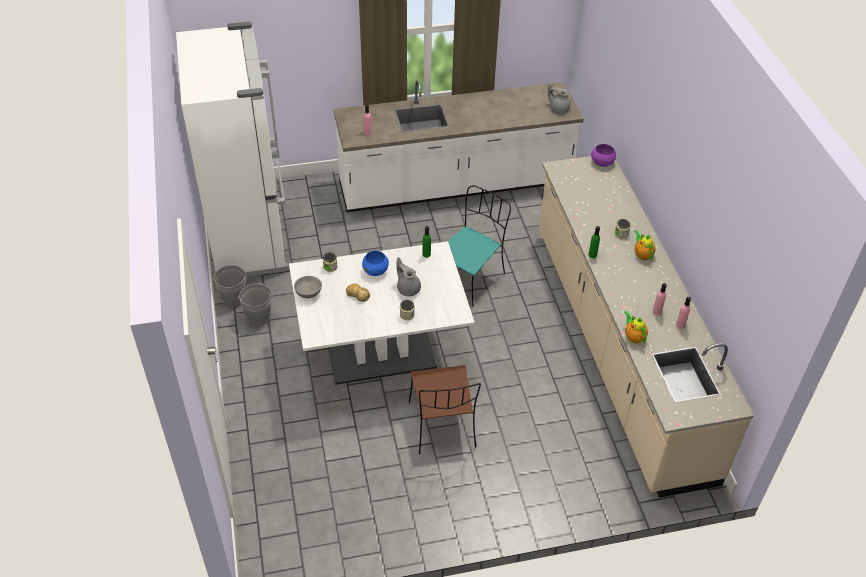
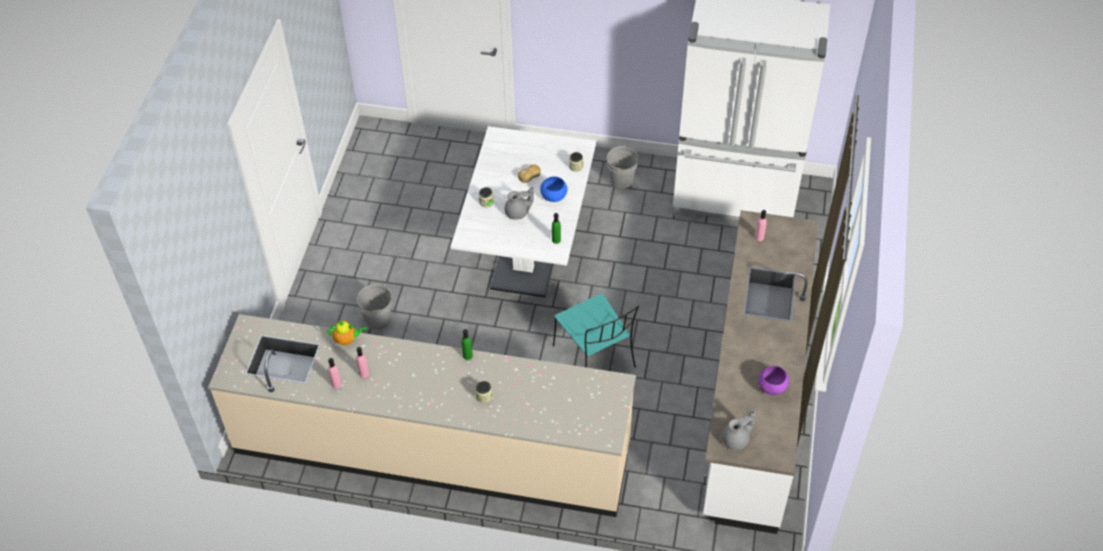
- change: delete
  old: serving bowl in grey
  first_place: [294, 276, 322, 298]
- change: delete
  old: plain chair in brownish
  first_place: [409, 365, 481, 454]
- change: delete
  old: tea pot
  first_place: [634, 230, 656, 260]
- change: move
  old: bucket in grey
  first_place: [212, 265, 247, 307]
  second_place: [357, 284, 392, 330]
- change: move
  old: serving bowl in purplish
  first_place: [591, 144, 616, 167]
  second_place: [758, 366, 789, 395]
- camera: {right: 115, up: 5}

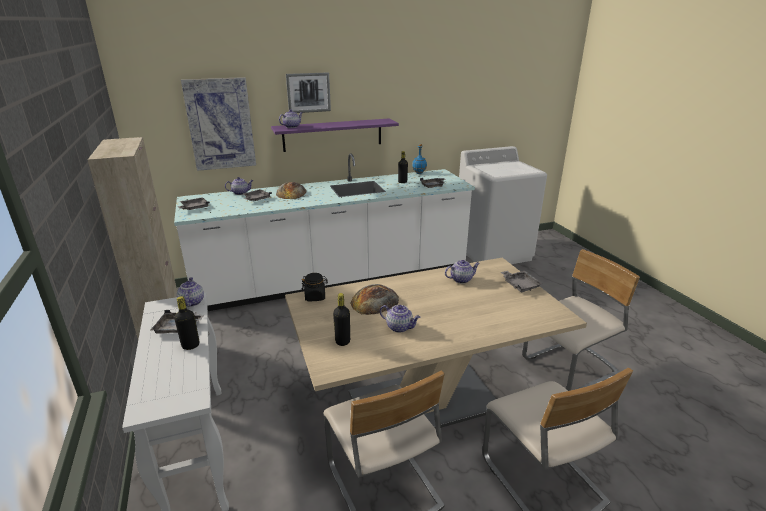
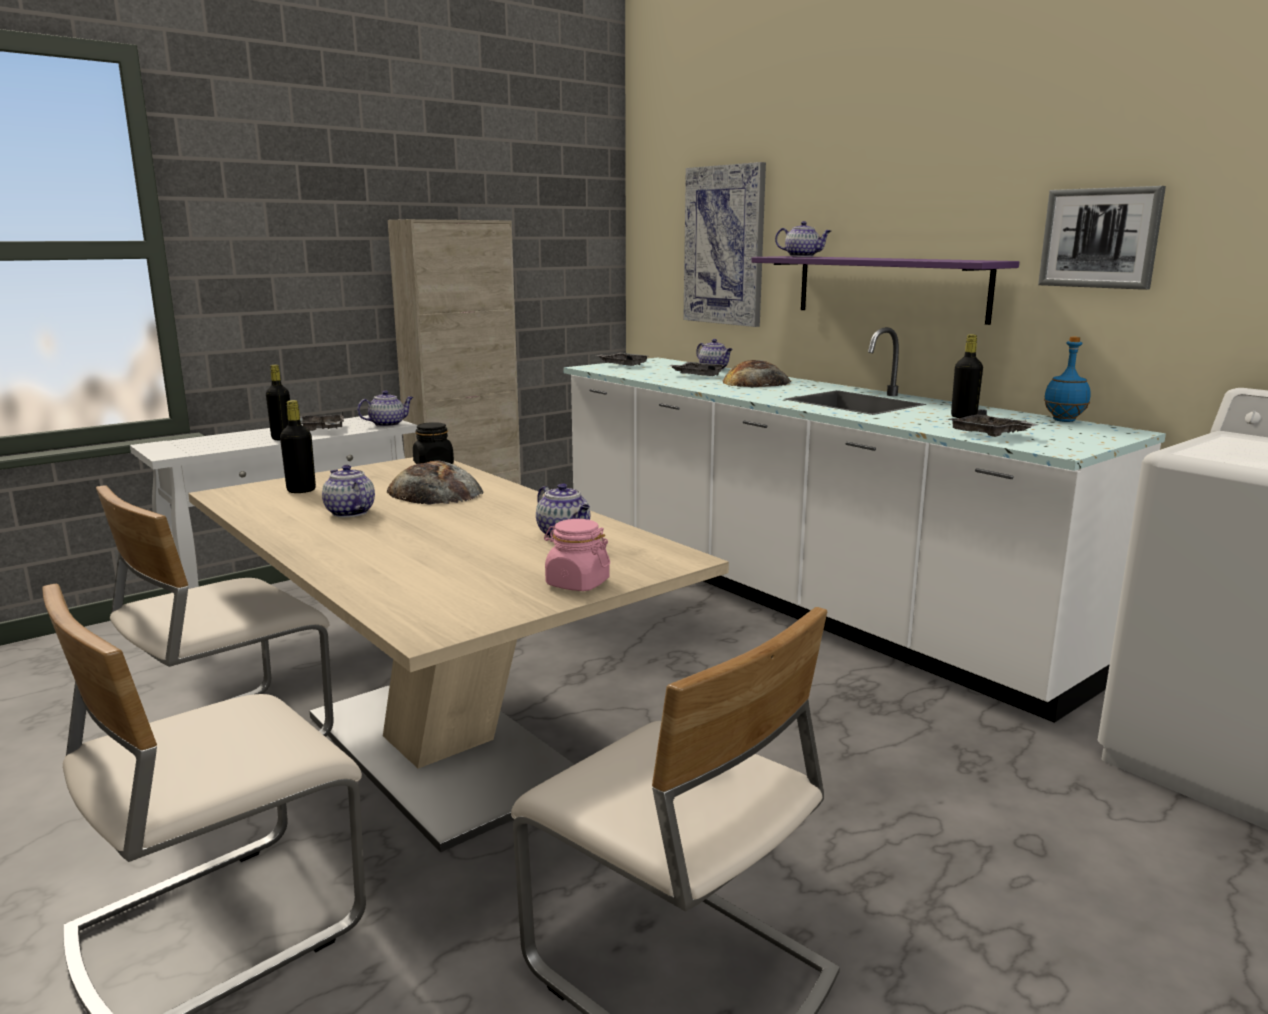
- change: move
  old: picture
  first_place: [286, 72, 331, 113]
  second_place: [1038, 186, 1166, 290]
- change: replace
  old: carrying tray in grey
  new: preserve jar in pinkish
  first_place: [501, 271, 543, 292]
  second_place: [544, 519, 610, 591]
- change: rotate
  old: tea pot
  first_place: [380, 305, 420, 333]
  second_place: [322, 465, 375, 517]
  degrees: 135
- camera: {right: 70, up: -10}

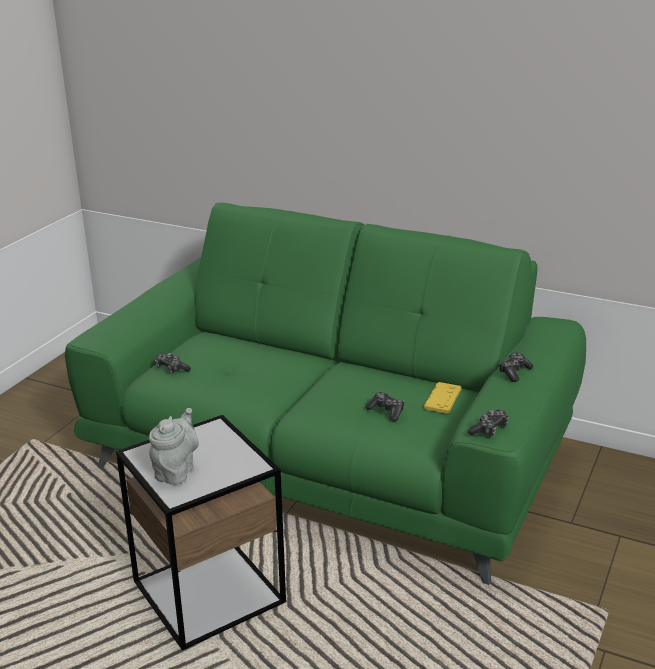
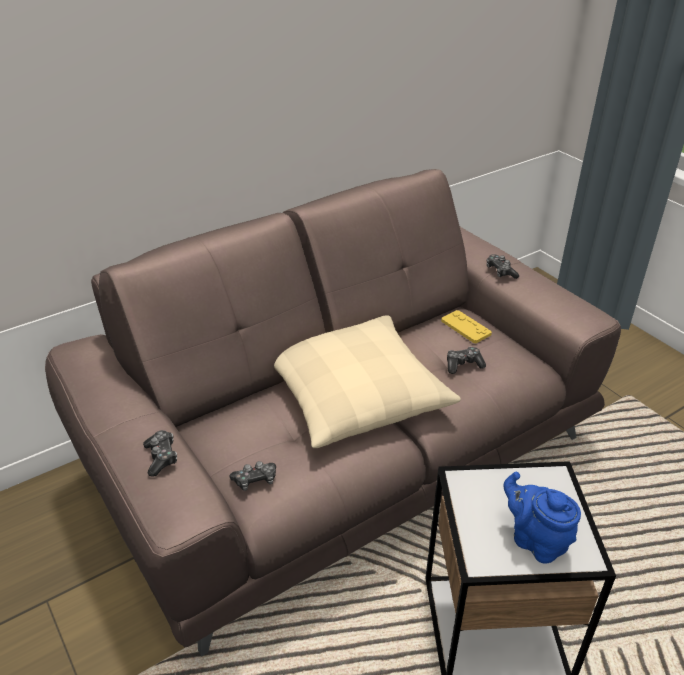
- change: insert
  new: throw pillow in sand-coloured
  second_place: [274, 315, 461, 448]
- change: move
  old: game controller
  first_place: [467, 410, 509, 437]
  second_place: [143, 430, 177, 477]
- change: recolor
  old: settee in green-coloured
  new: settee in brownish
  first_place: [65, 203, 586, 585]
  second_place: [45, 169, 621, 657]
- change: recolor
  old: tea pot in grey
  new: tea pot in bluish
  first_place: [149, 408, 199, 485]
  second_place: [503, 472, 581, 564]
- camera: {right: -60, up: 10}

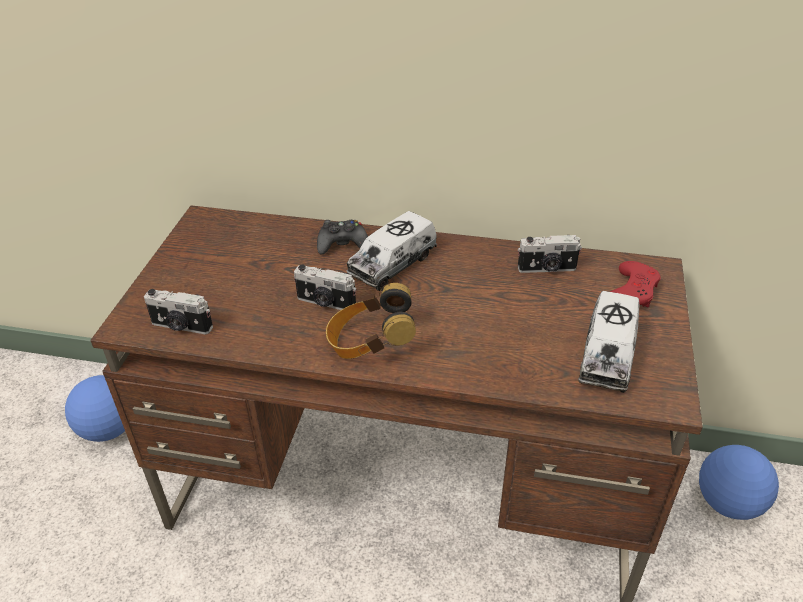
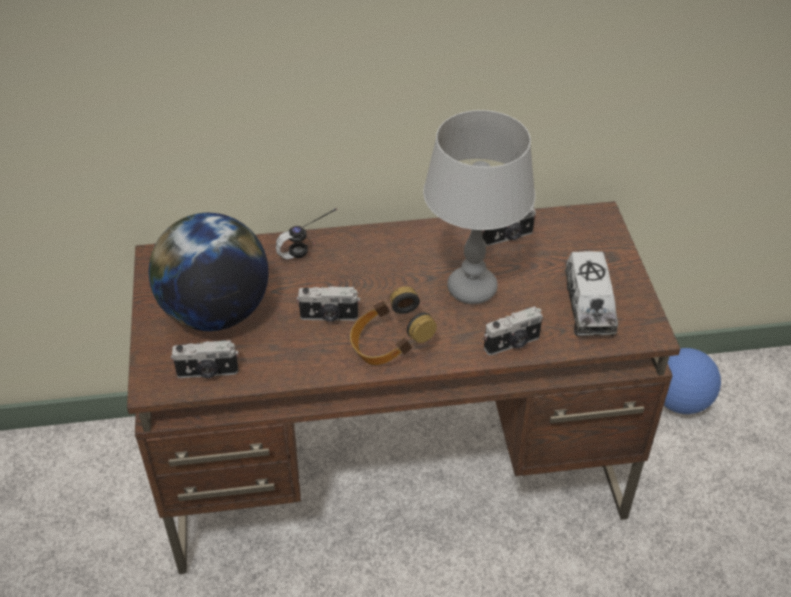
- change: delete
  old: football ball
  first_place: [65, 375, 125, 442]
- change: delete
  old: model truck
  first_place: [347, 211, 437, 291]
- change: delete
  old: game controller in red
  first_place: [610, 261, 661, 308]
- change: insert
  new: desk globe
  second_place: [149, 213, 269, 331]
- change: insert
  new: lamp for a table in grey
  second_place: [423, 110, 536, 304]
- change: insert
  new: photo camera
  second_place: [484, 306, 543, 355]
- change: replace
  old: game controller in blackish
  new: headphones
  first_place: [317, 220, 368, 254]
  second_place: [276, 208, 337, 260]
- camera: {right: -20, up: 5}

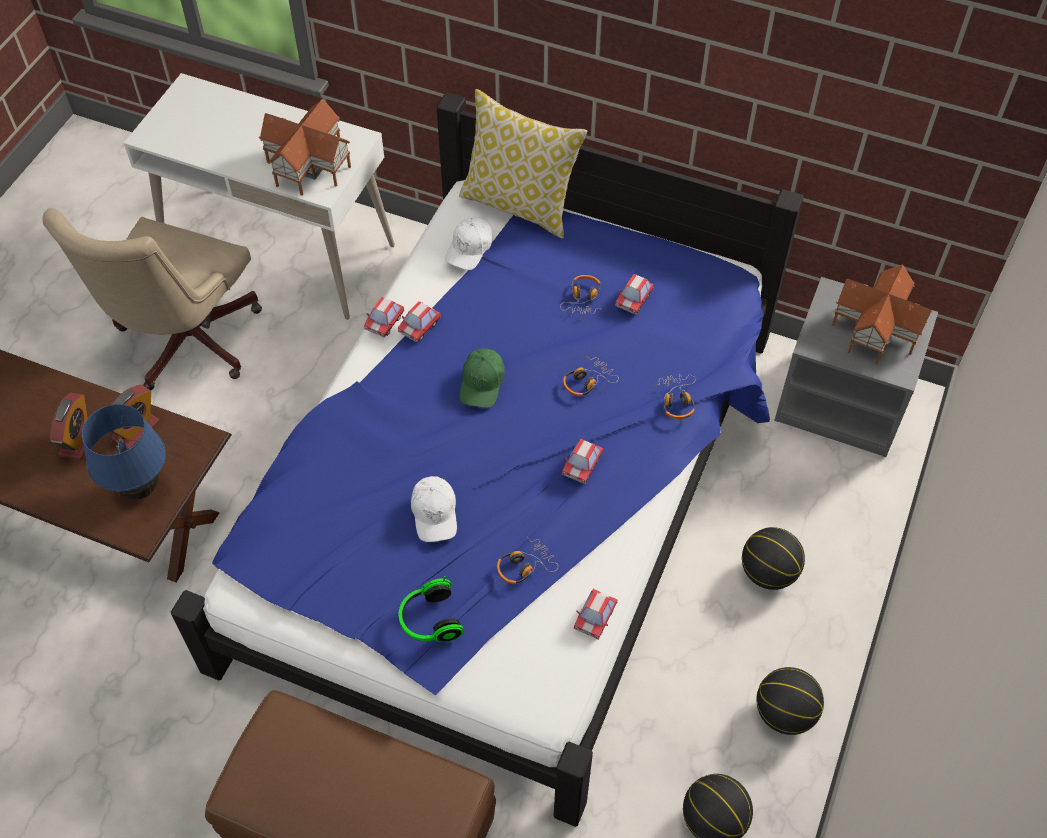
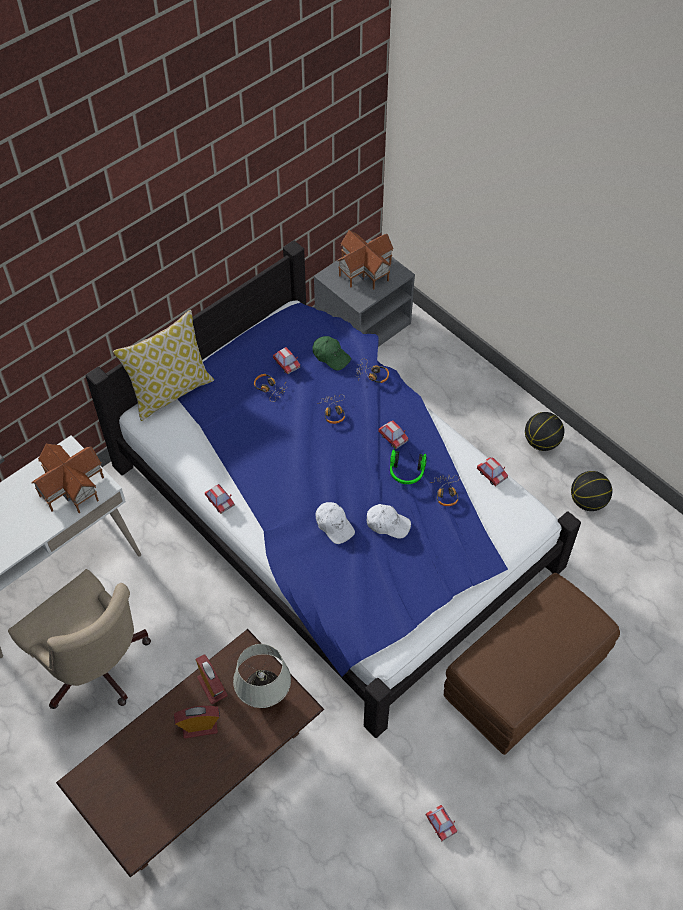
- change: delete
  old: basketball
  first_place: [742, 527, 805, 590]
- change: move
  old: model car
  first_place: [398, 301, 441, 342]
  second_place: [425, 805, 457, 842]
- change: move
  old: headphones
  first_place: [399, 576, 464, 642]
  second_place: [390, 447, 427, 484]
- change: move
  old: cap in whitish
  first_place: [445, 217, 493, 270]
  second_place: [316, 502, 355, 544]
- change: move
  old: cap in green-coloured
  first_place: [459, 348, 505, 408]
  second_place: [312, 336, 351, 371]
- change: recolor
  old: lamp for a table in bluish
  new: lamp for a table in whitish
  first_place: [82, 404, 166, 500]
  second_place: [233, 644, 291, 708]
- change: rotate
  old: bedside clock
  first_place: [49, 393, 88, 459]
  second_place: [174, 706, 220, 739]
  degrees: -45
- camera: {right: -65, up: 0}

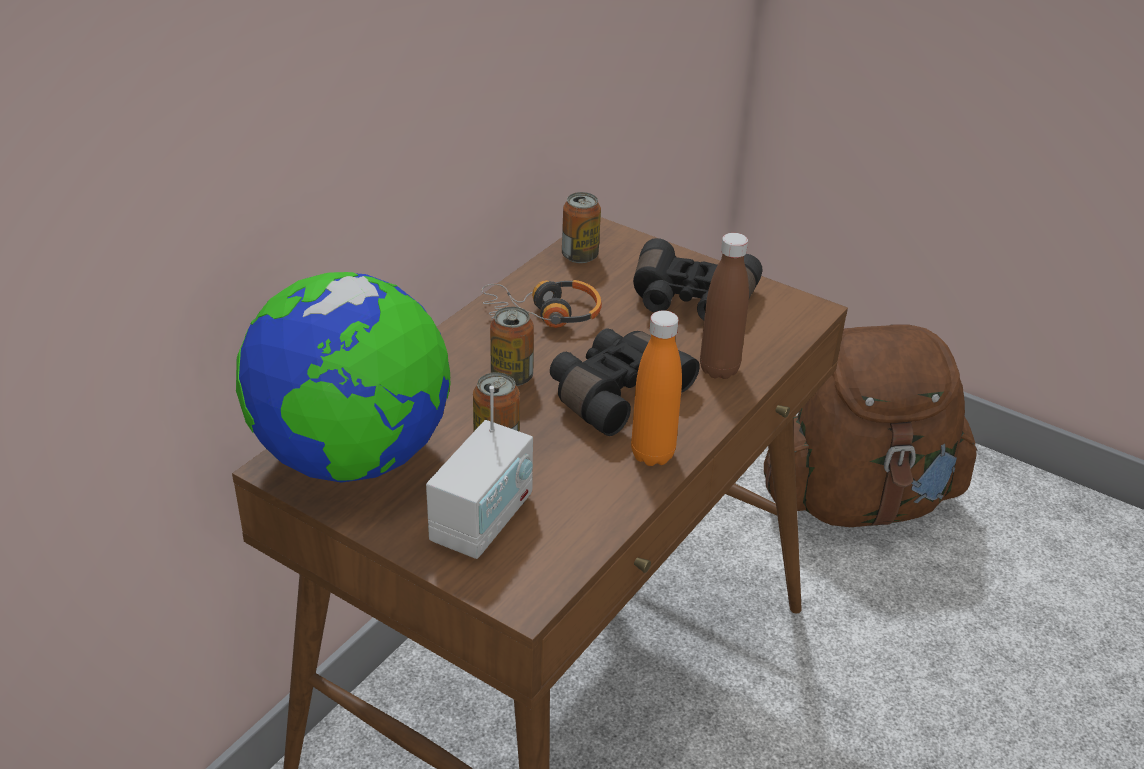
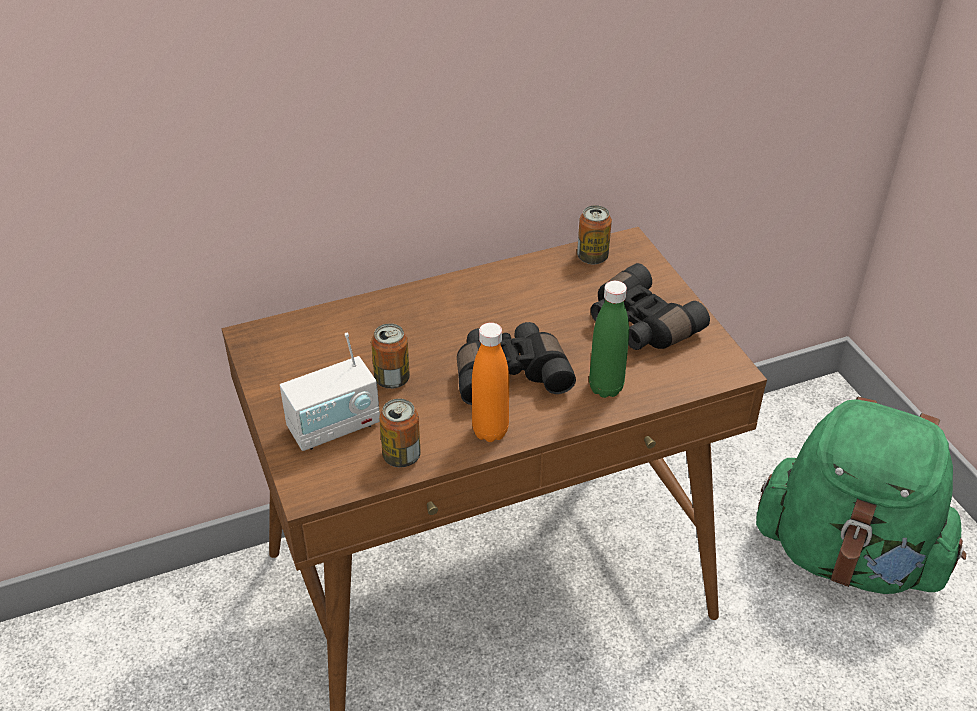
- change: delete
  old: desk globe
  first_place: [236, 272, 451, 483]
- change: delete
  old: headphones
  first_place: [481, 280, 602, 328]
- change: move
  old: sealed can
  first_place: [490, 307, 534, 386]
  second_place: [379, 399, 421, 467]
- change: recolor
  old: beverage bottle in brownish
  new: beverage bottle in green-coloured
  first_place: [700, 233, 749, 379]
  second_place: [589, 281, 629, 398]
- change: recolor
  old: knapsack in brownish
  new: knapsack in green-coloured
  first_place: [764, 324, 978, 527]
  second_place: [756, 397, 966, 594]
- camera: {right: 35, up: 5}

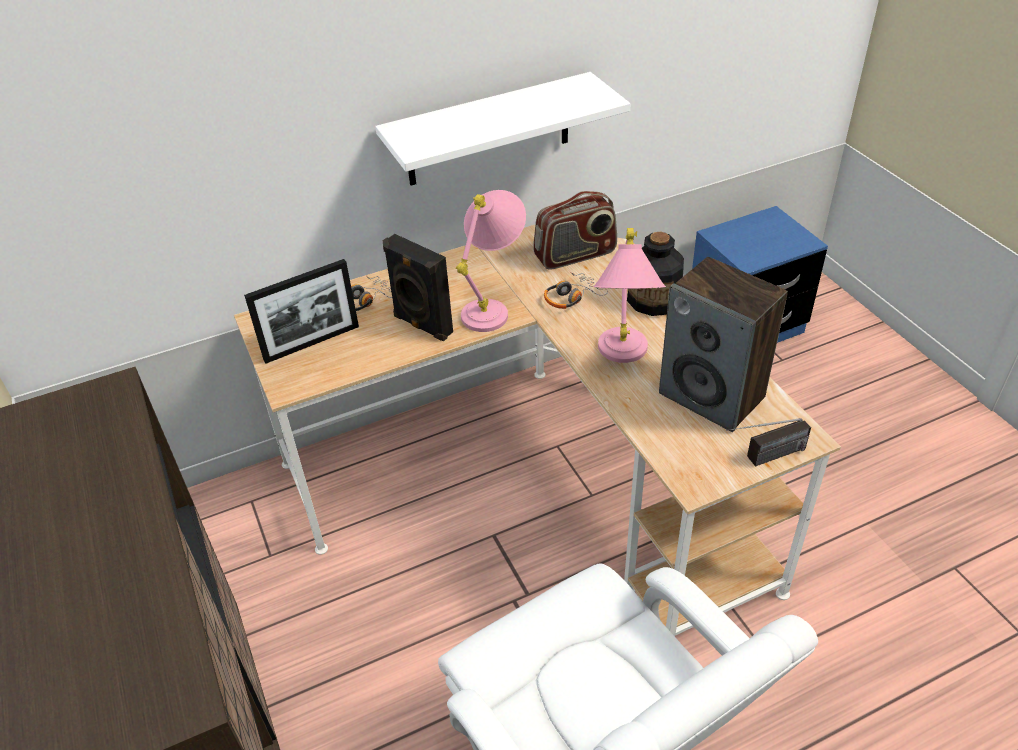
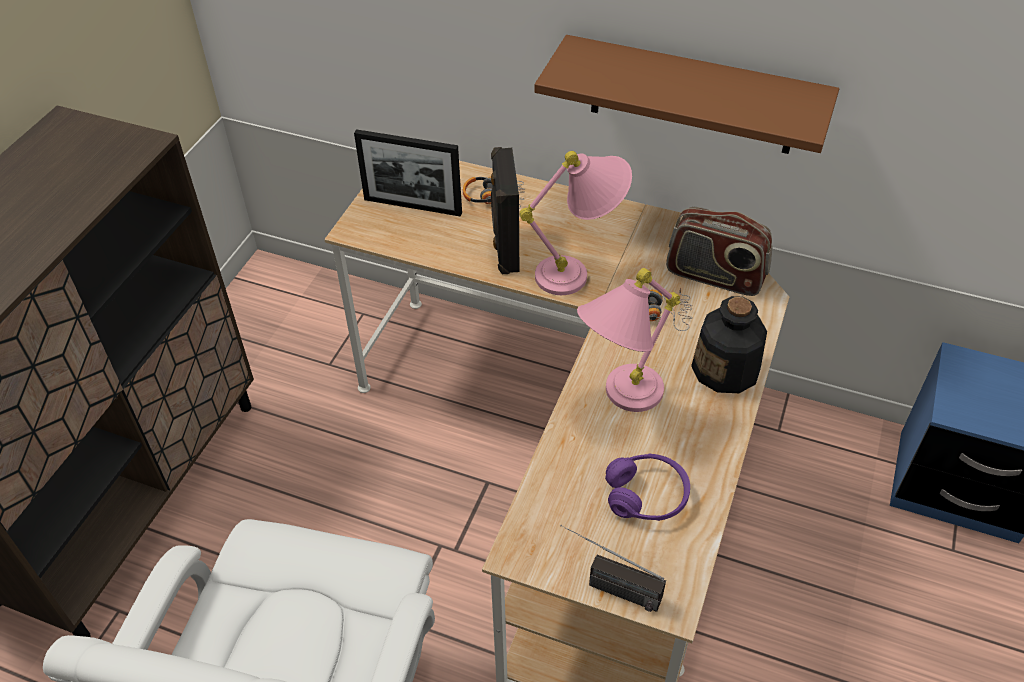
- change: replace
  old: audio speaker
  new: headphones in purplish
  first_place: [659, 257, 788, 432]
  second_place: [605, 453, 690, 521]
- change: recolor
  old: bracket shelf in whitish
  new: bracket shelf in brownish
  first_place: [375, 72, 630, 186]
  second_place: [534, 35, 839, 154]
- camera: {right: 45, up: 5}

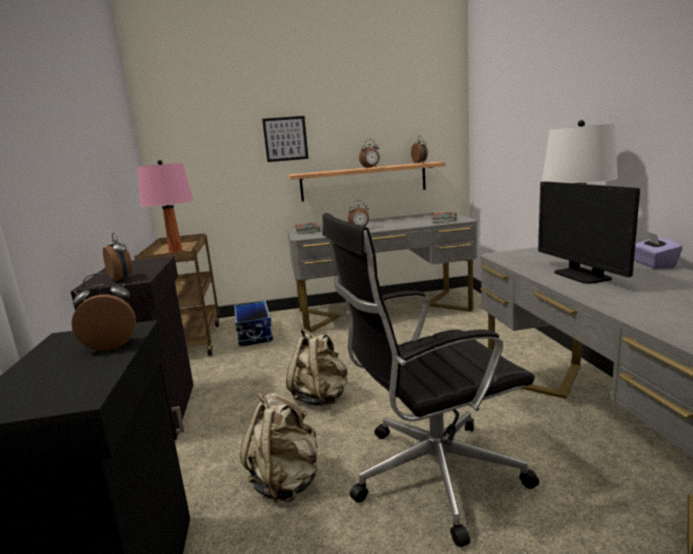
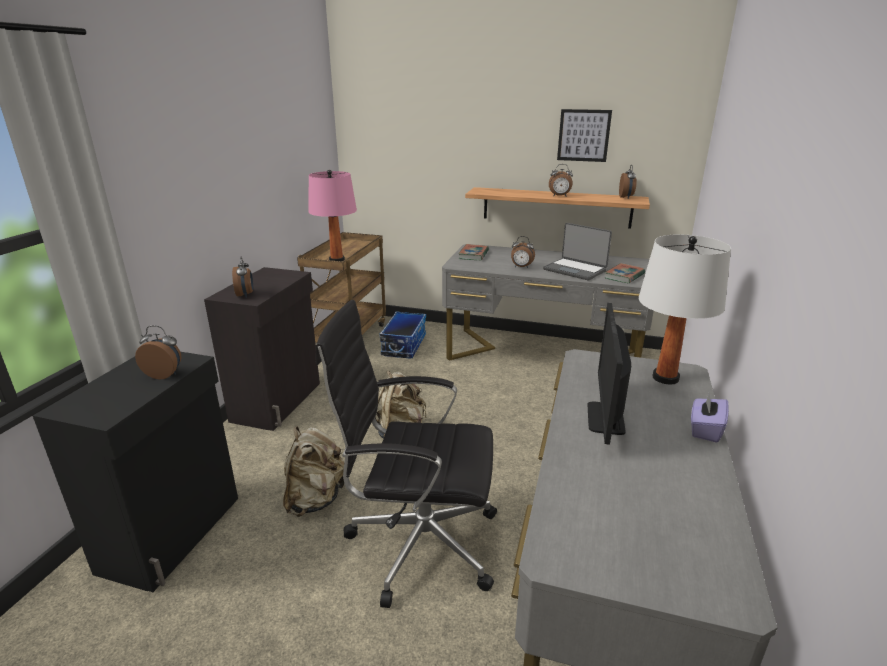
- change: insert
  new: portable computer
  second_place: [543, 223, 612, 280]
- change: move
  old: picture
  first_place: [262, 116, 309, 162]
  second_place: [557, 109, 612, 162]
- camera: {right: 25, up: 10}

